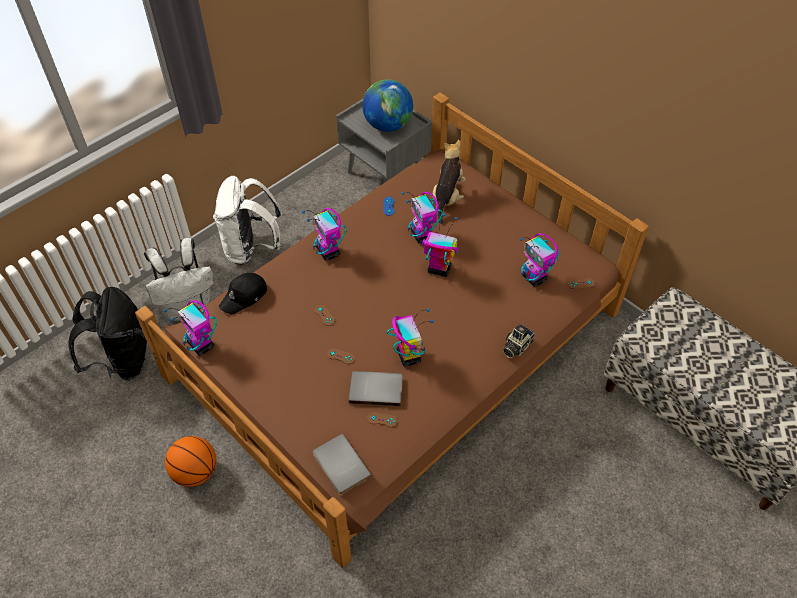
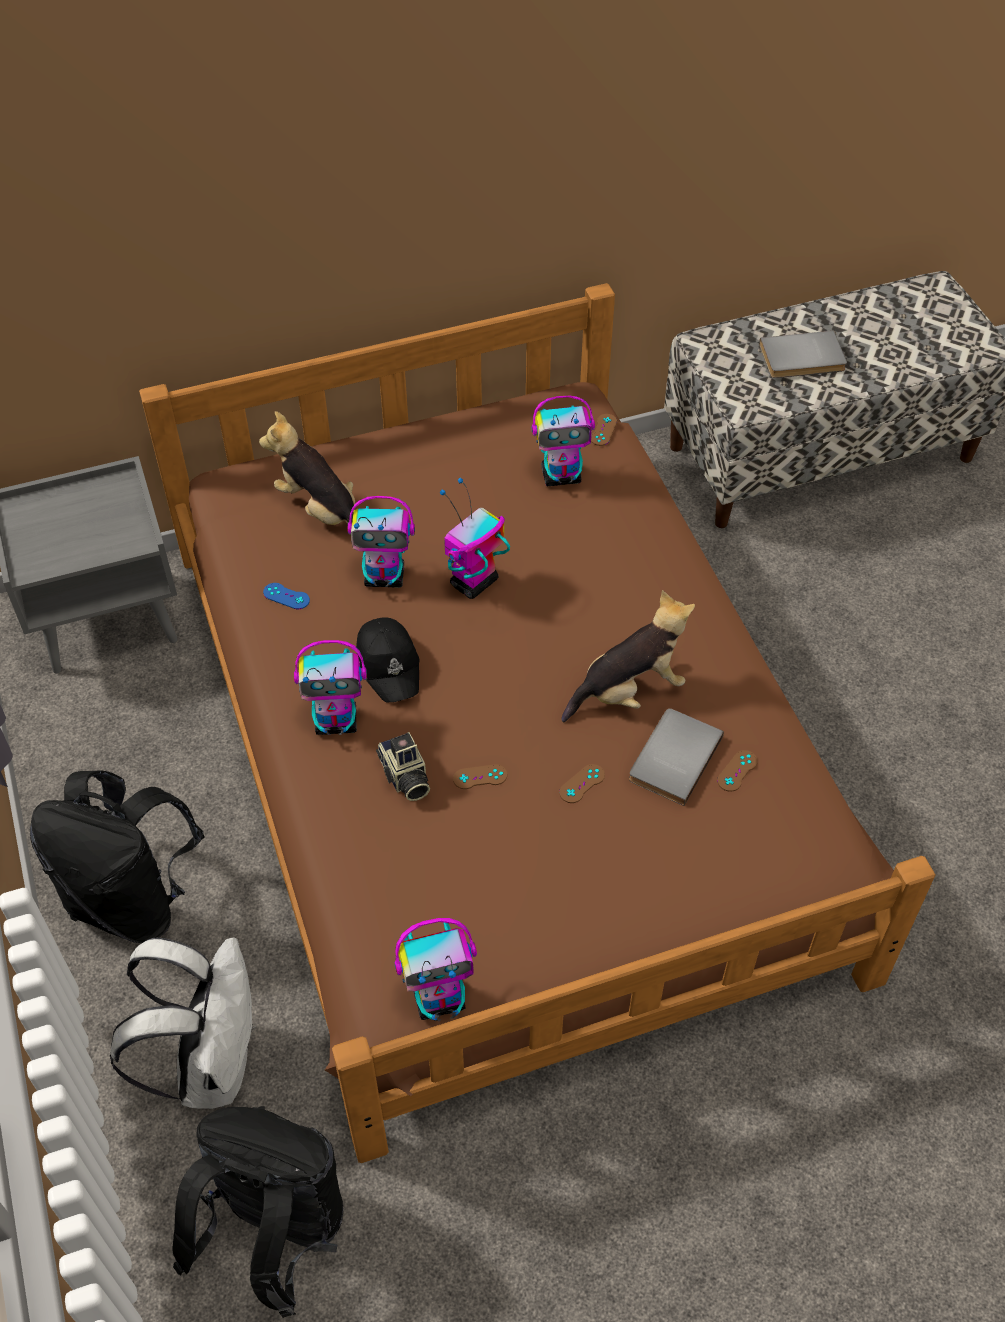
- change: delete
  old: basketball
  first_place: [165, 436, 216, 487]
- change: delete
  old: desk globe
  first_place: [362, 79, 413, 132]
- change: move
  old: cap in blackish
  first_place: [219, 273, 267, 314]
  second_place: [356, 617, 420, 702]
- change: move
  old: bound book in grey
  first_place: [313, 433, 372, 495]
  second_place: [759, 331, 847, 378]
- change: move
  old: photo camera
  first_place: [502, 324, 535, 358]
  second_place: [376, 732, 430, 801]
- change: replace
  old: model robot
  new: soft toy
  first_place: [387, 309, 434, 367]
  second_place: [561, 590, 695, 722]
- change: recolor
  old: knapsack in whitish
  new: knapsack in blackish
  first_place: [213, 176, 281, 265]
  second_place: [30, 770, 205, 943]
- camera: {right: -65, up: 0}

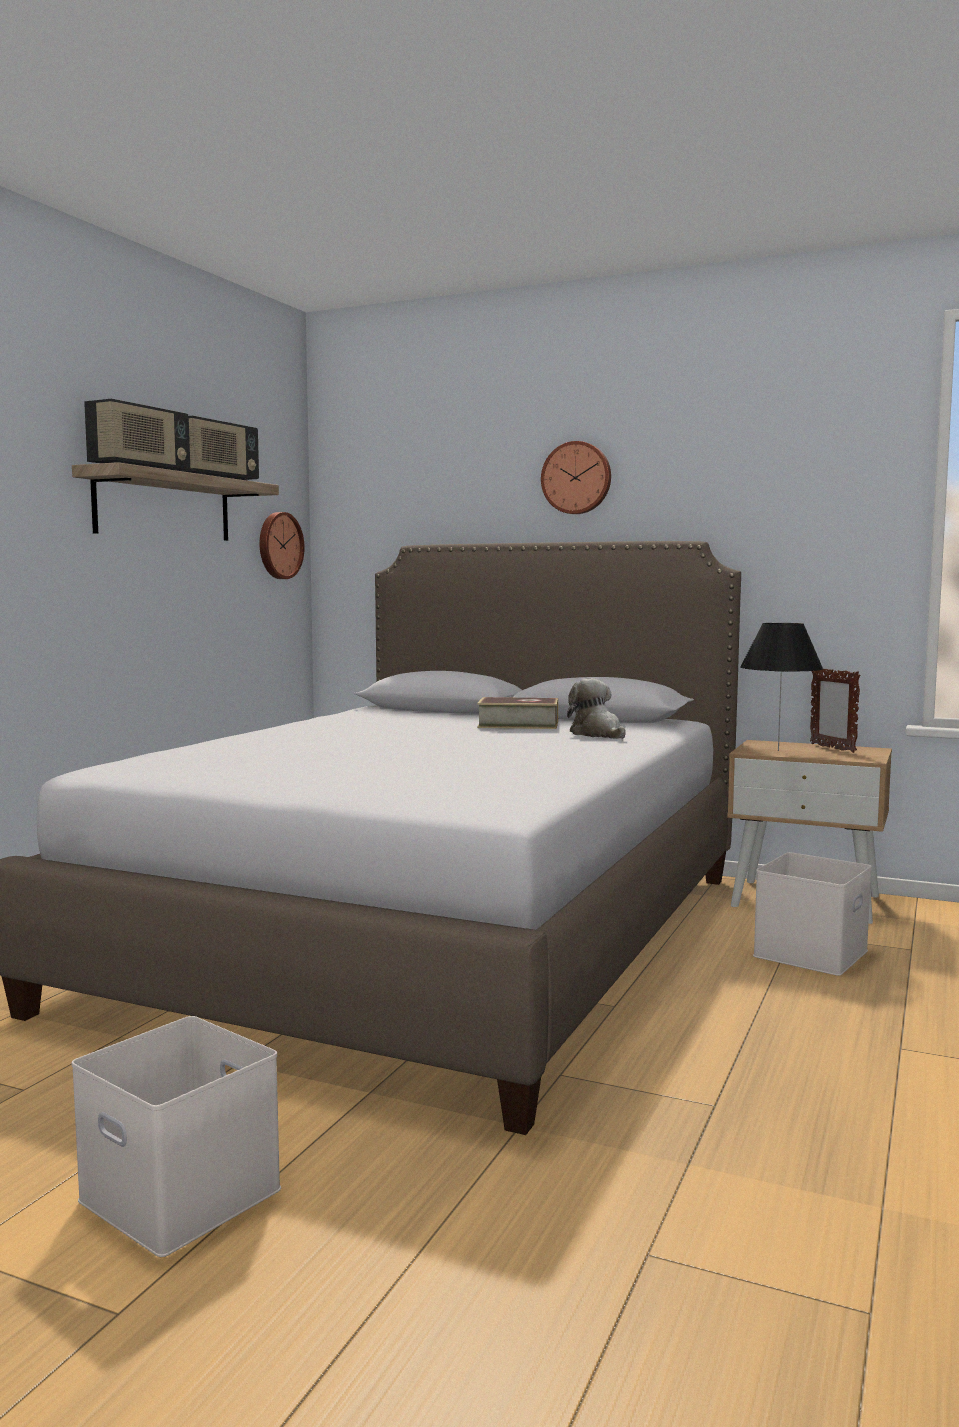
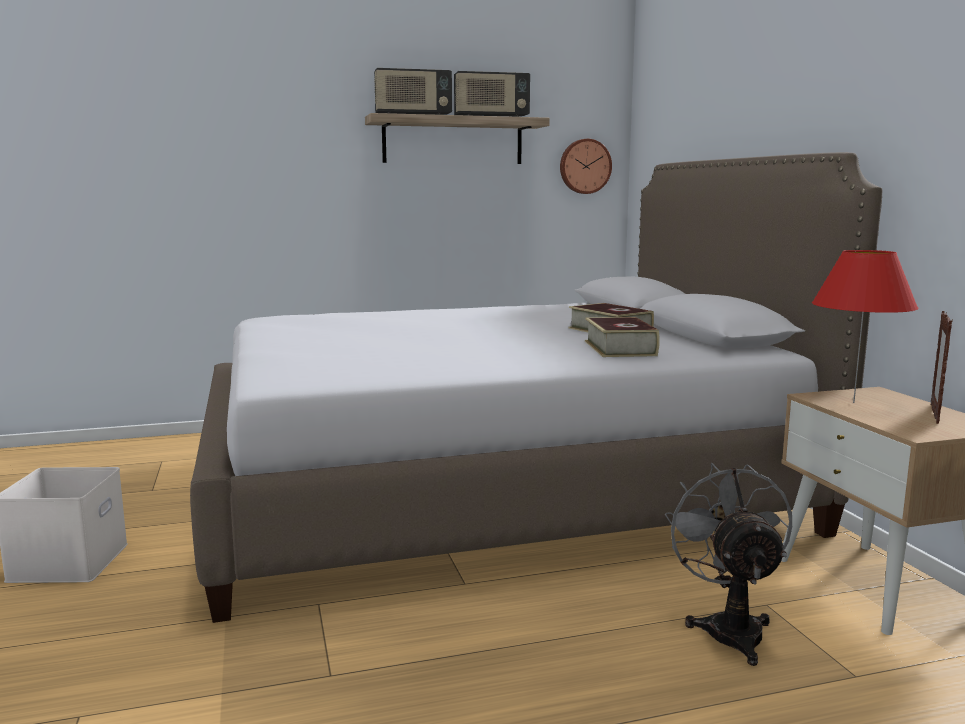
- change: delete
  old: hanging clock
  first_place: [541, 441, 611, 514]
- change: replace
  old: soft toy
  new: bound book
  first_place: [567, 678, 626, 739]
  second_place: [585, 317, 660, 357]
- change: replace
  old: storage box in whitish
  new: electric fan in grey
  first_place: [753, 852, 872, 976]
  second_place: [665, 463, 792, 666]
- change: recolor
  old: lamp for a table in blackish
  new: lamp for a table in red
  first_place: [740, 623, 823, 751]
  second_place: [812, 250, 918, 403]
- camera: {right: 50, up: 5}

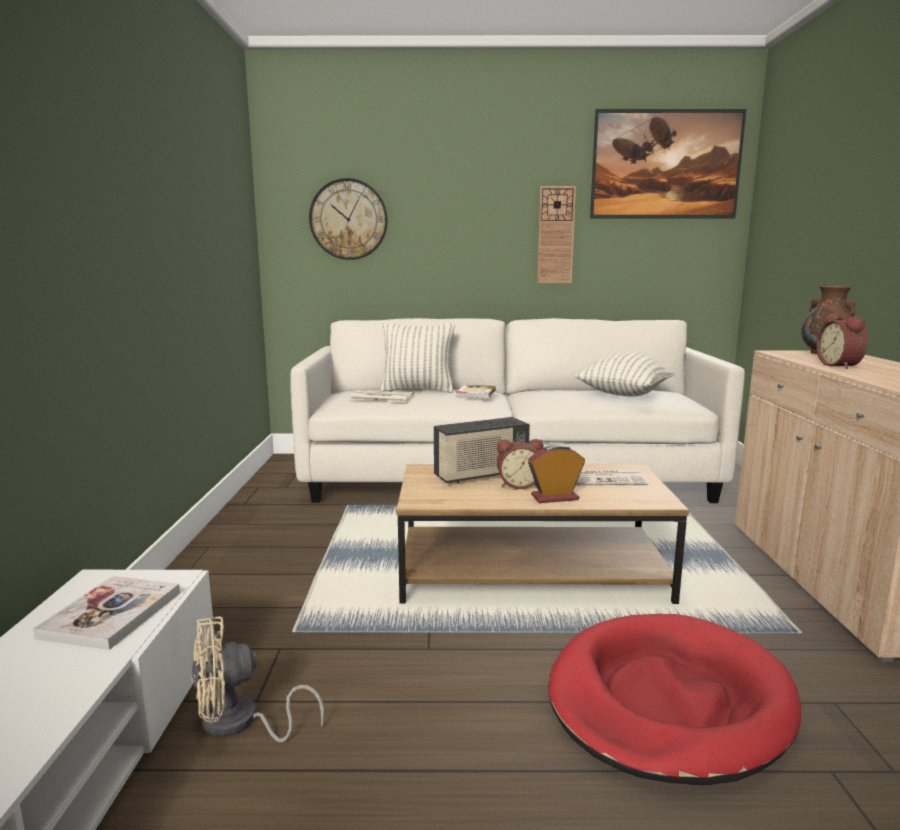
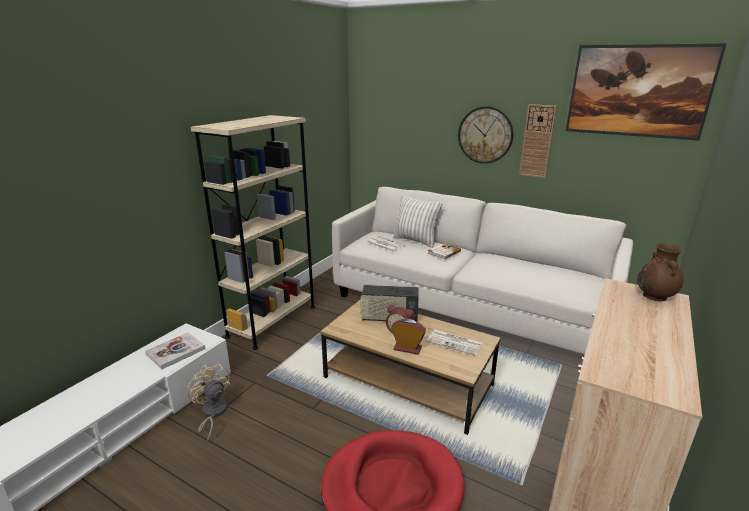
- change: delete
  old: throw pillow
  first_place: [575, 352, 675, 397]
- change: delete
  old: bedside clock
  first_place: [816, 314, 868, 369]
- change: insert
  new: bookcase in sand-coloured
  second_place: [191, 115, 315, 350]
- change: move
  old: hanging clock
  first_place: [309, 178, 388, 260]
  second_place: [458, 106, 513, 164]
- change: rotate
  old: electric fan in sand-coloured
  first_place: [192, 616, 324, 742]
  second_place: [187, 364, 231, 441]
  degrees: 45
- camera: {right: 30, up: 10}

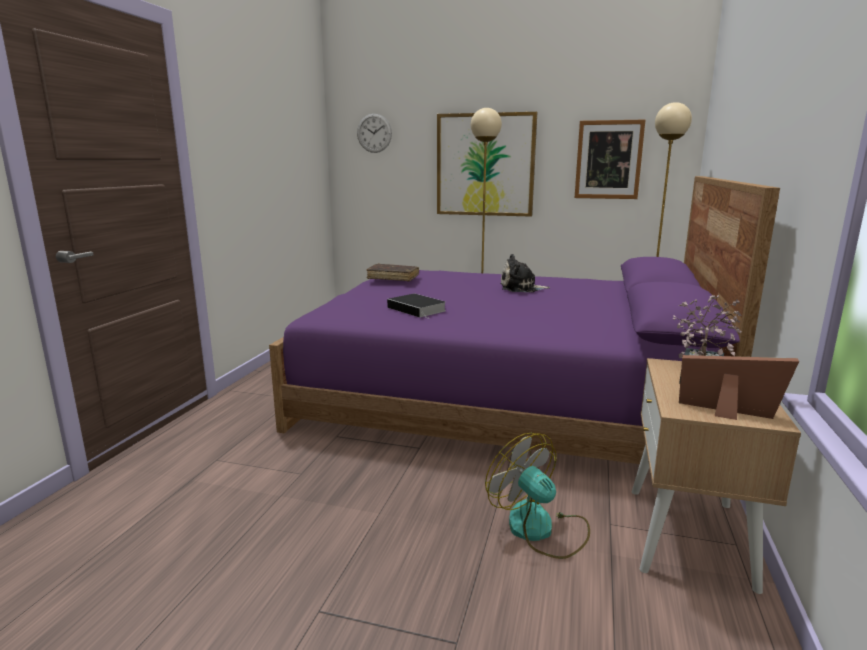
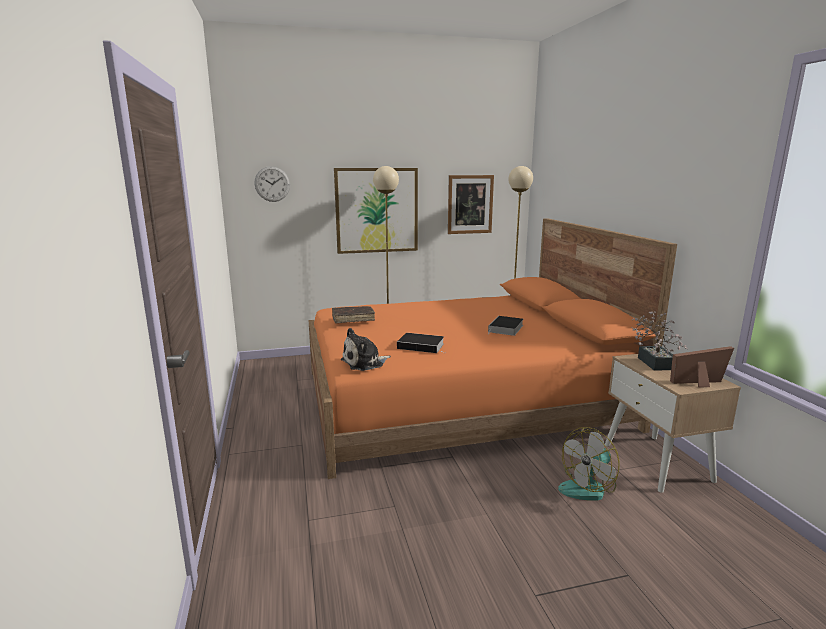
- change: insert
  new: bound book
  second_place: [488, 316, 523, 336]
- change: move
  old: soft toy
  first_place: [500, 254, 550, 292]
  second_place: [341, 328, 391, 371]
- change: recolor
  old: bed in purplish
  new: bed in orangey
  first_place: [269, 176, 780, 464]
  second_place: [309, 218, 677, 479]
- change: rotate
  old: electric fan
  first_place: [485, 433, 590, 559]
  second_place: [558, 427, 620, 501]
  degrees: -60
- camera: {right: -30, up: 0}

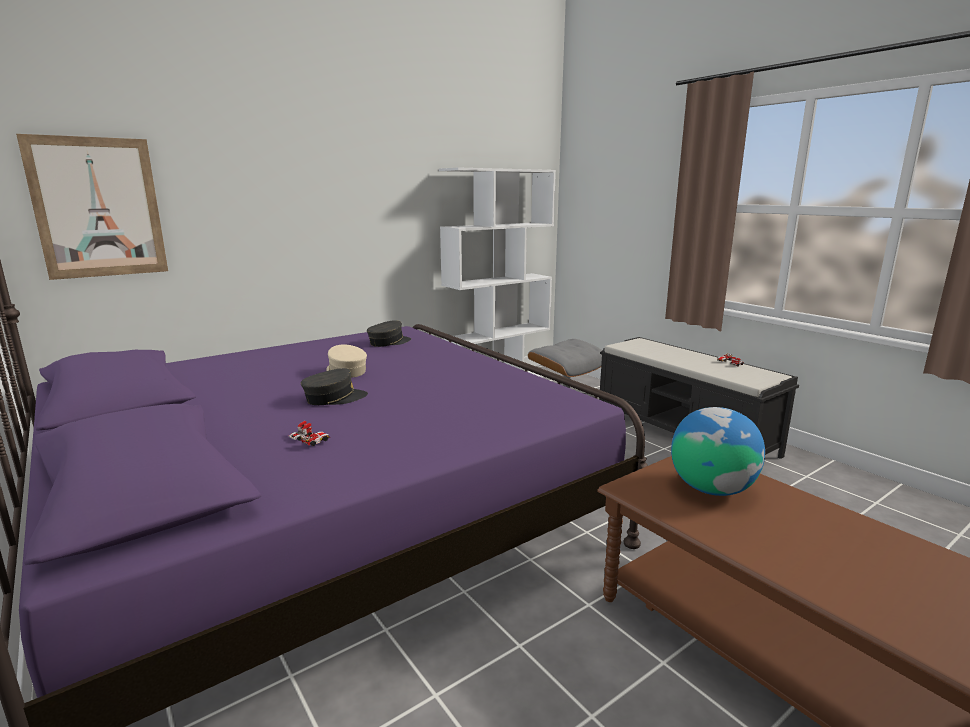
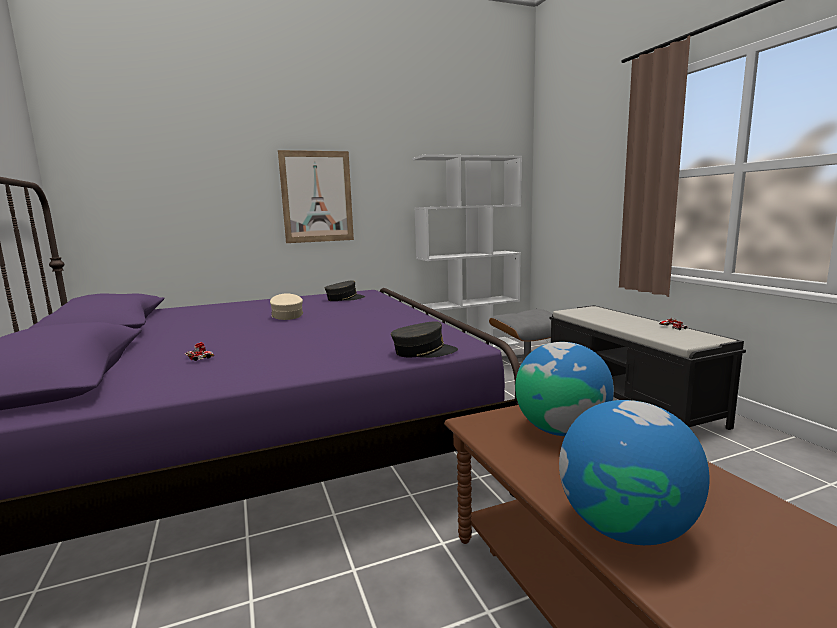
- change: insert
  new: desk globe
  second_place: [559, 400, 709, 545]
- change: move
  old: picture
  first_place: [16, 134, 168, 280]
  second_place: [278, 150, 354, 243]
- change: move
  old: cap in grey
  first_place: [301, 368, 368, 405]
  second_place: [391, 321, 458, 358]
- camera: {right: 15, up: -5}

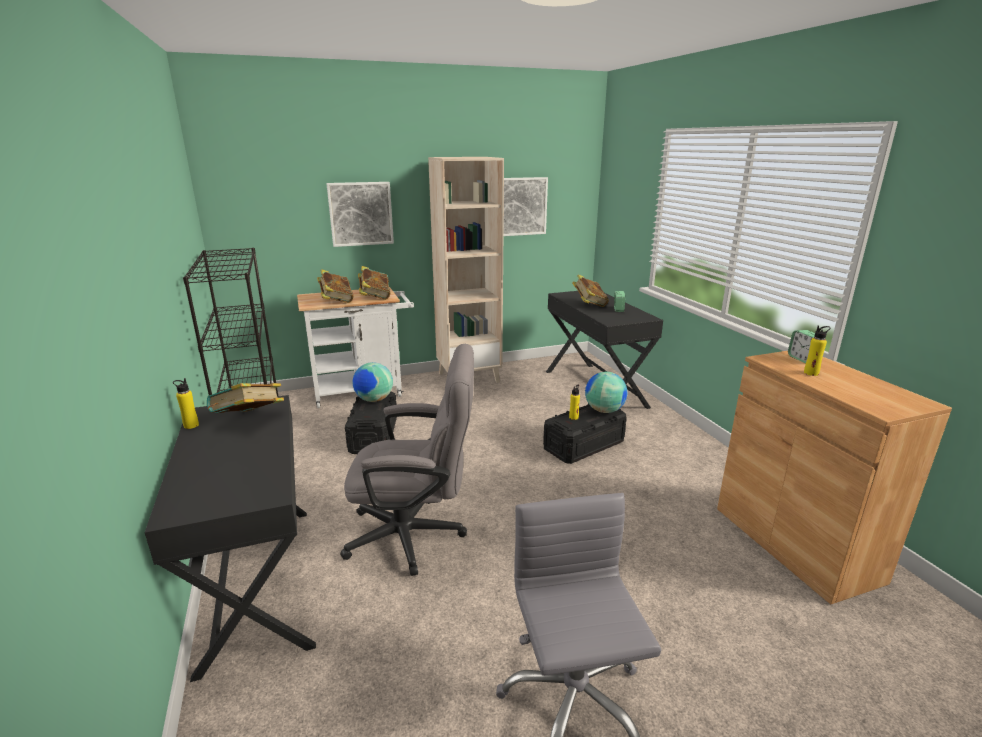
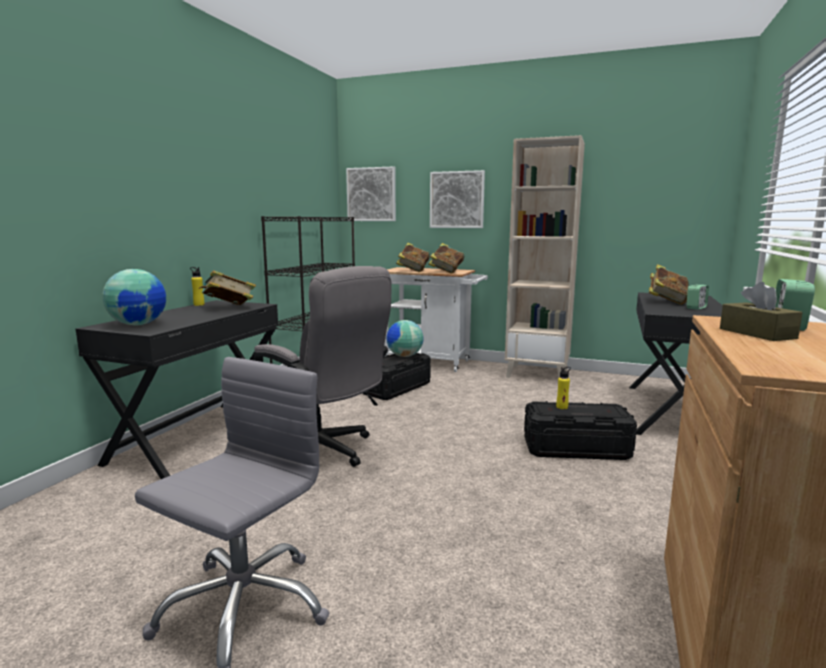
- change: move
  old: picture
  first_place: [503, 177, 548, 236]
  second_place: [346, 166, 396, 221]
- change: move
  old: desk globe
  first_place: [585, 372, 627, 413]
  second_place: [102, 269, 166, 325]
- change: replace
  old: beverage bottle in yellow
  new: tissue box in brownish
  first_place: [804, 326, 831, 376]
  second_place: [720, 282, 803, 341]
- camera: {right: 40, up: -10}

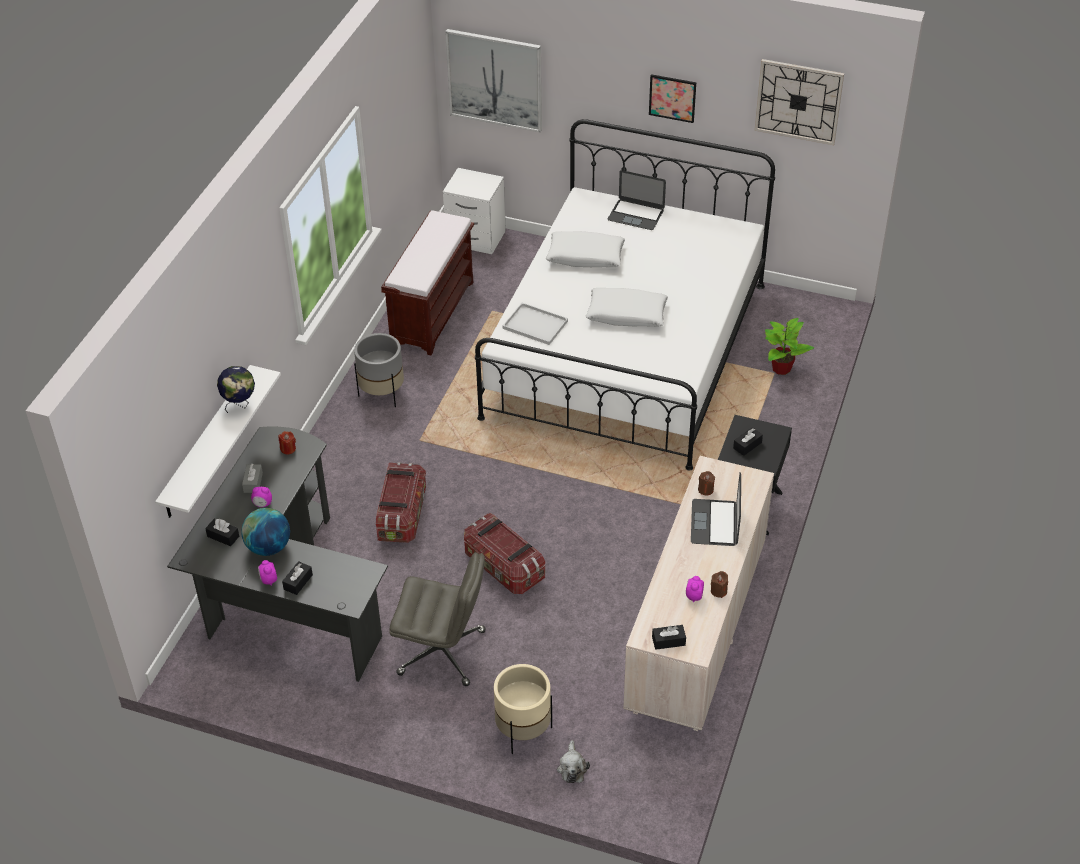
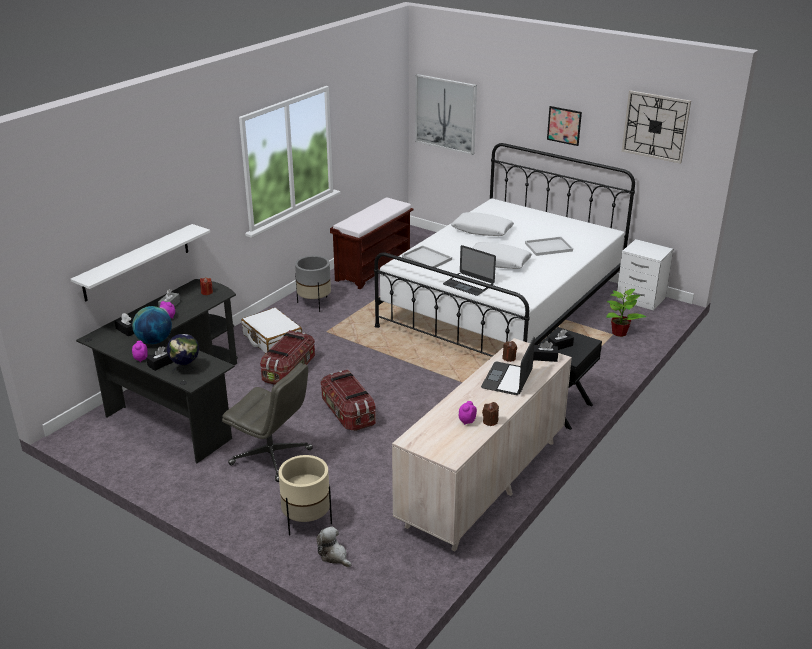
- change: insert
  new: piece of luggage in whitish
  second_place: [241, 308, 302, 353]
- change: insert
  new: carrying tray in whitish
  second_place: [525, 237, 573, 256]
- change: move
  old: desk globe
  first_place: [217, 366, 255, 413]
  second_place: [167, 334, 199, 372]
- change: move
  old: night table in whitish
  first_place: [443, 168, 506, 254]
  second_place: [616, 239, 673, 311]
- change: move
  old: portable computer
  first_place: [608, 170, 666, 230]
  second_place: [443, 245, 496, 296]
- change: move
  old: tissue box in blackish
  first_place: [652, 625, 686, 650]
  second_place: [533, 341, 558, 362]
- change: rotate
  old: soft toy
  first_place: [557, 740, 590, 783]
  second_place: [316, 526, 352, 567]
  degrees: 120
- camera: {right: 15, up: -15}

